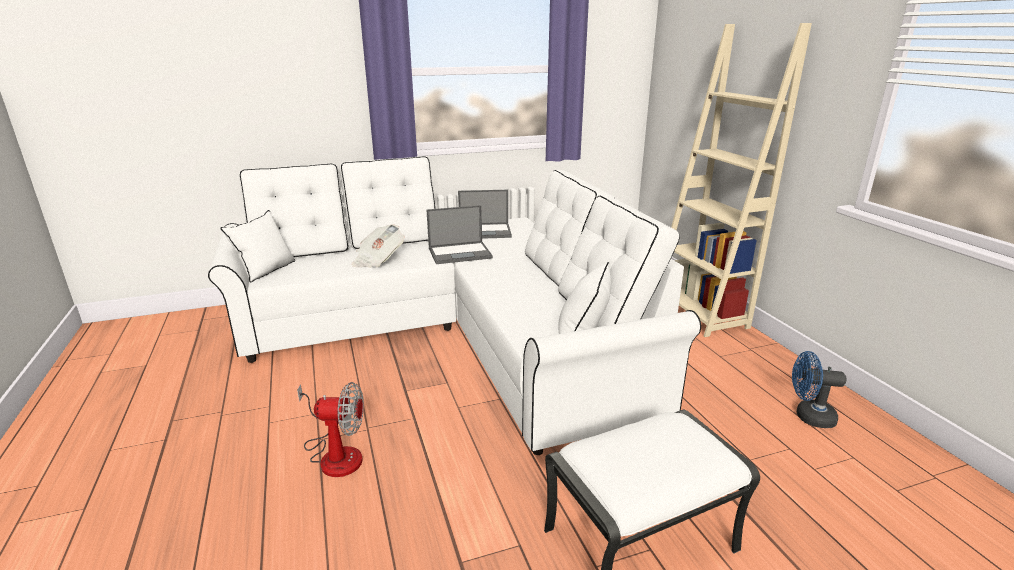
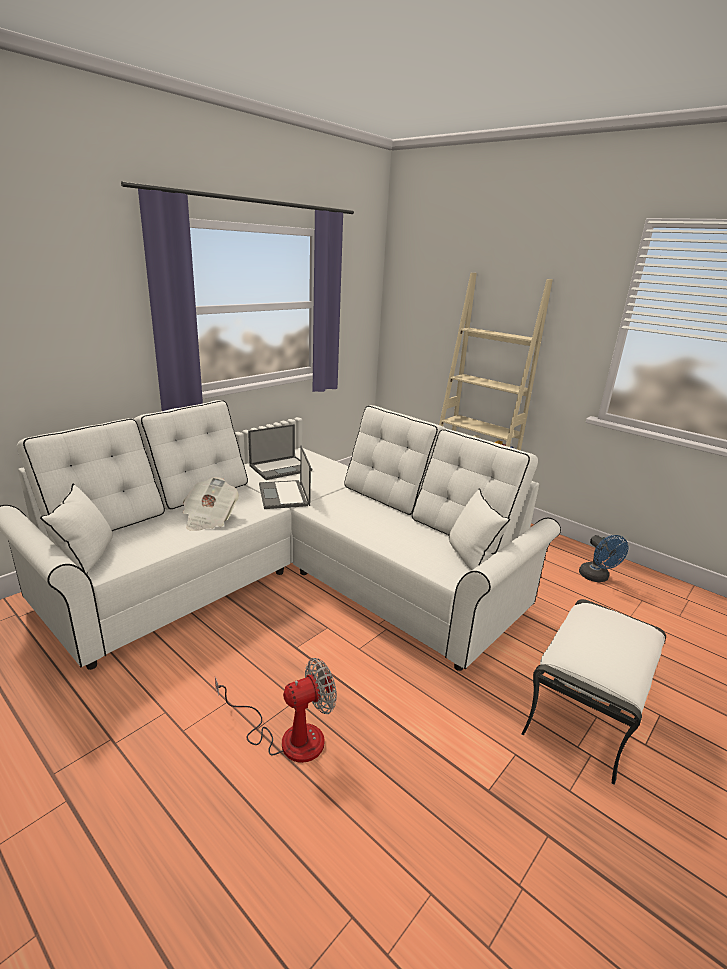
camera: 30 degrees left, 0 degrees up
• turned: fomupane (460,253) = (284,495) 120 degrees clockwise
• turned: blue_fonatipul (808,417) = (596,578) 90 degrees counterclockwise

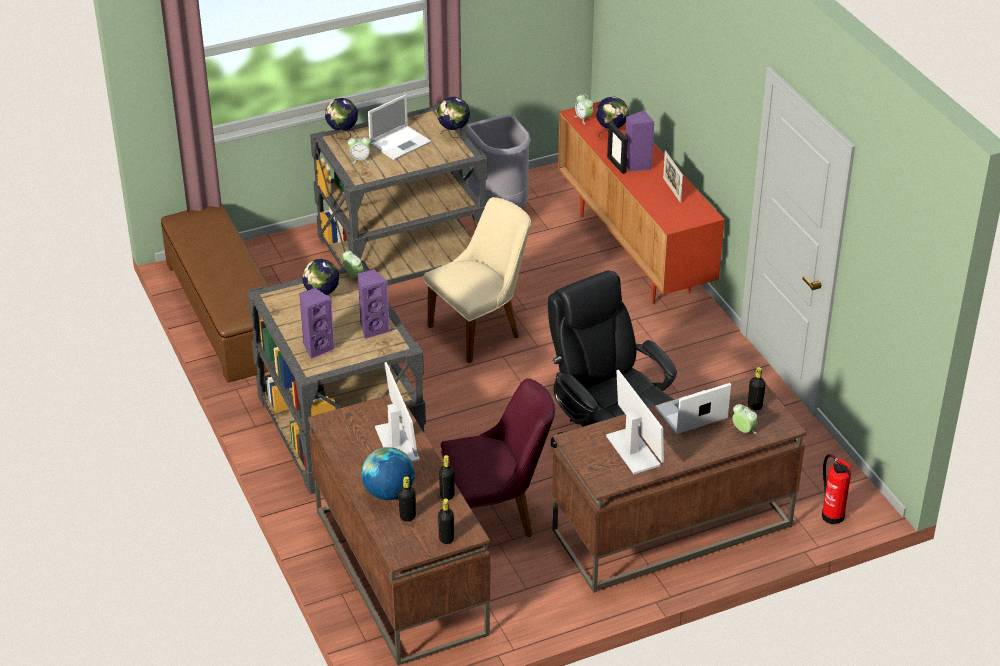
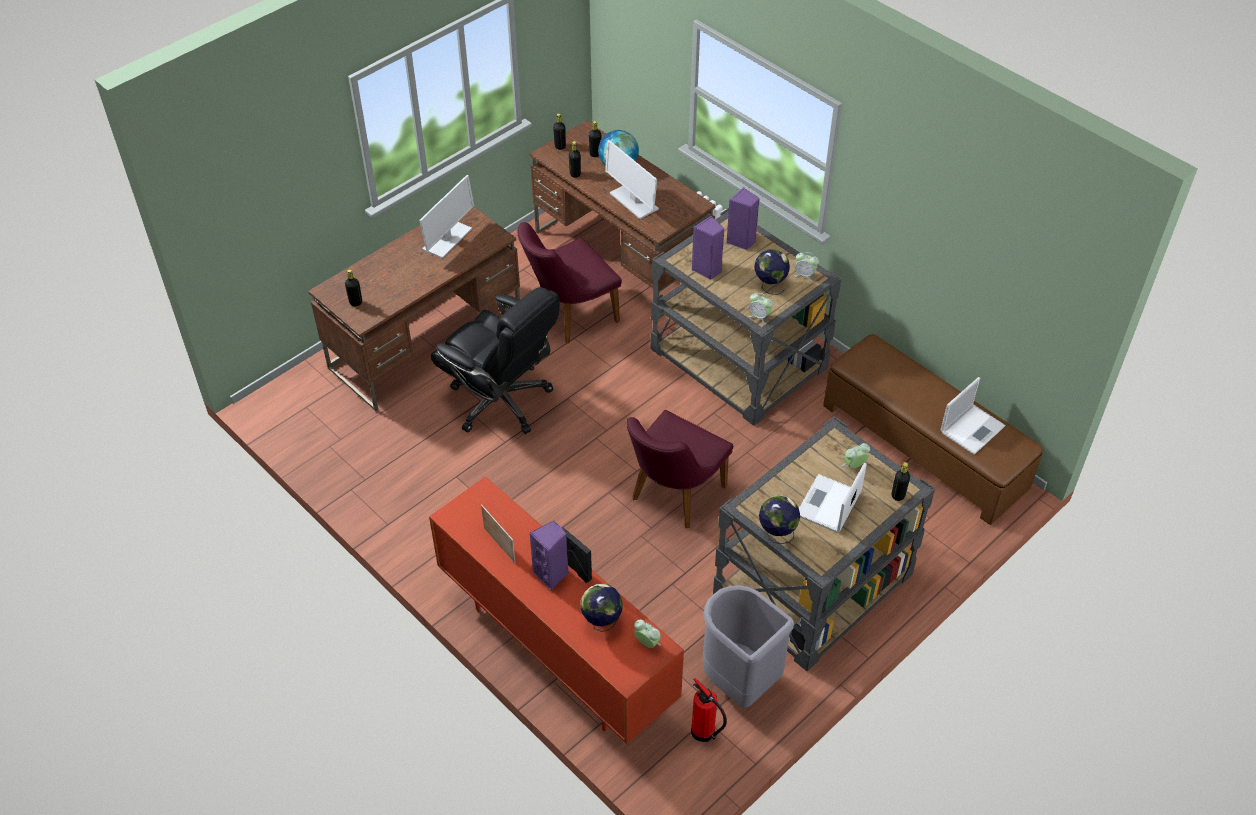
camera: 160 degrees right, 10 degrees up
• replaced: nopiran (342,136) to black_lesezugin (898,495)
• recoloured: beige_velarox (481,329) to purple_velarox (672,497)
• turned: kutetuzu (633,451) = (447,240) 105 degrees counterclockwise
• moved: fomupane (690,414) to (972,428)
• moved: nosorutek (743,431) to (805,275)
• moved: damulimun (831,514) to (704,733)

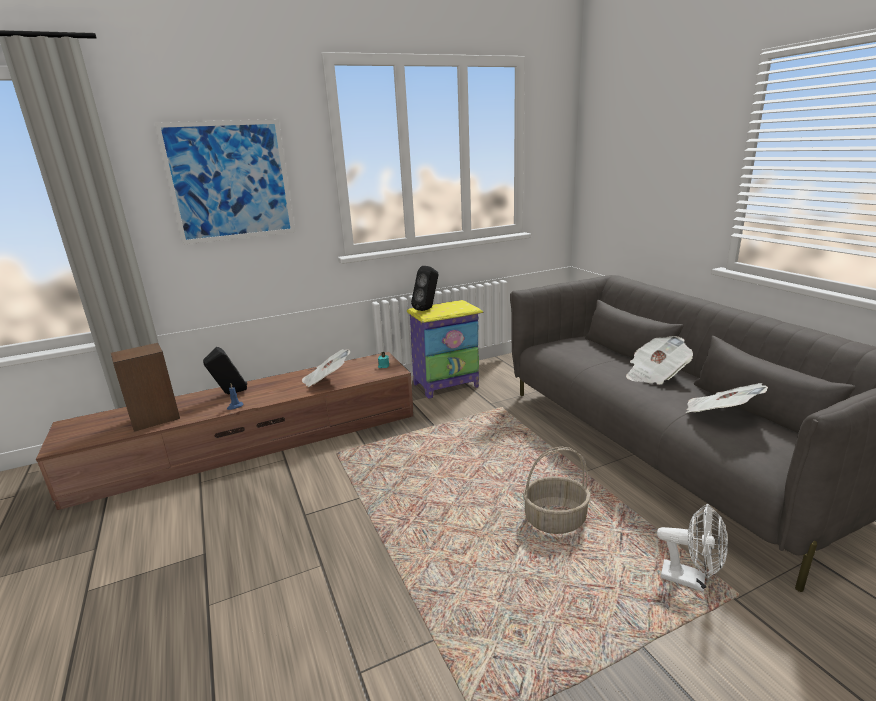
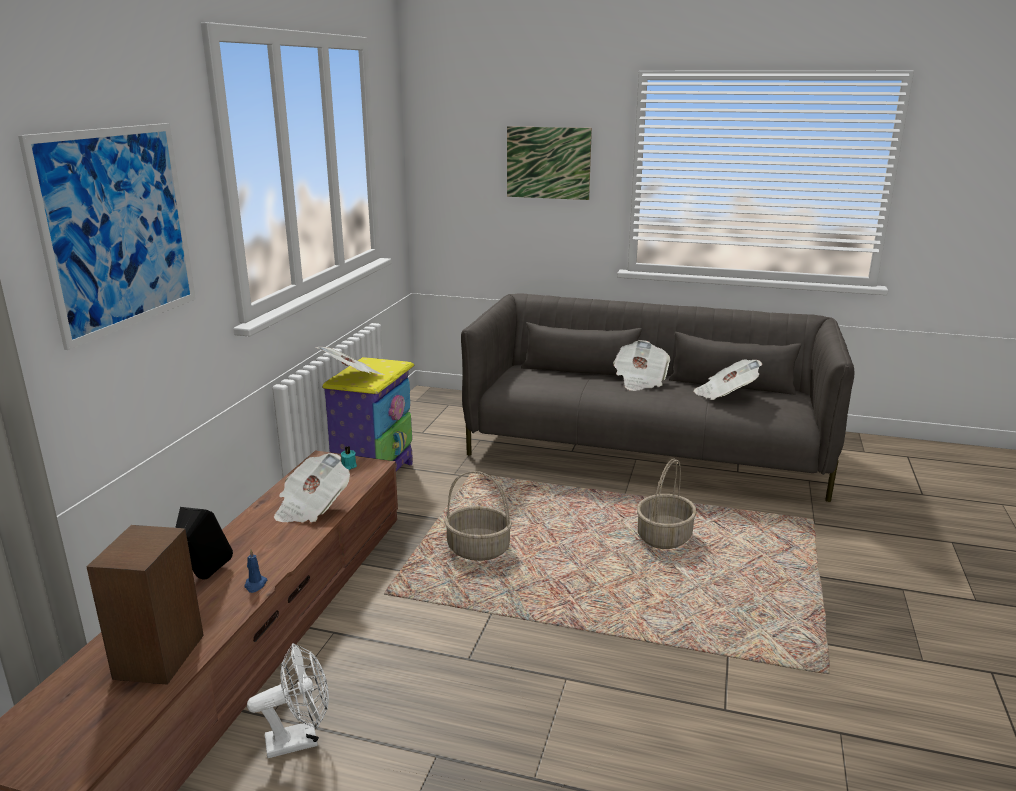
camera: 50 degrees left, 0 degrees up
• replaced: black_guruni (427,309) to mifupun (351,377)
• moved: white_fonatipul (690,580) to (300,740)
• added: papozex (548,163)
• added: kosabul (477,549)

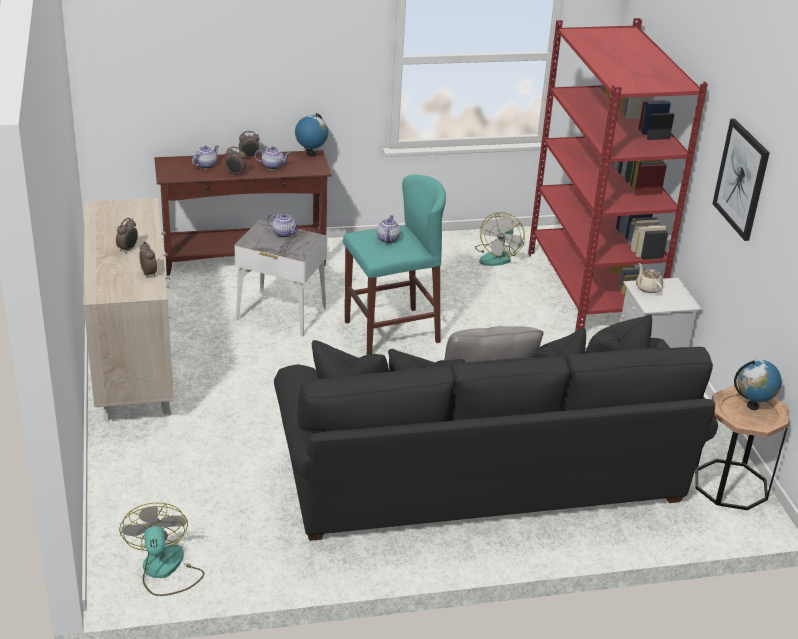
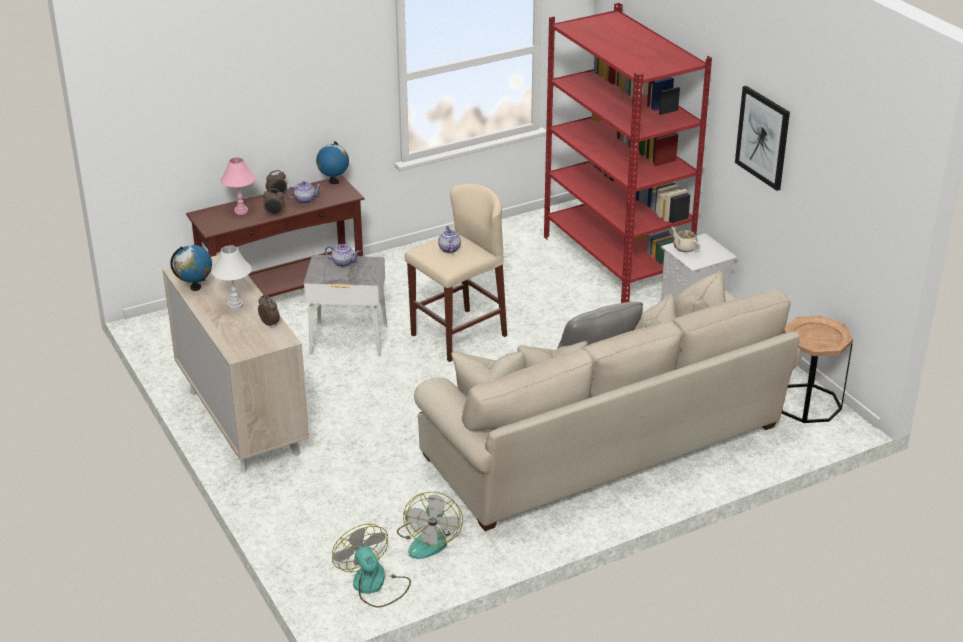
camera: 15 degrees left, 0 degrees up
• replaced: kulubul (206,165) to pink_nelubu (241,211)
• recoloured: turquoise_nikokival (391,332) to beige_nikokival (458,335)
• moved: fonatipul (497,256) to (429,539)
• replaced: nosorutek (128,249) to white_nelubu (235,306)
• recoloured: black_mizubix (483,479) to beige_mizubix (604,445)
• moved: nopiran (752,406) to (195,287)

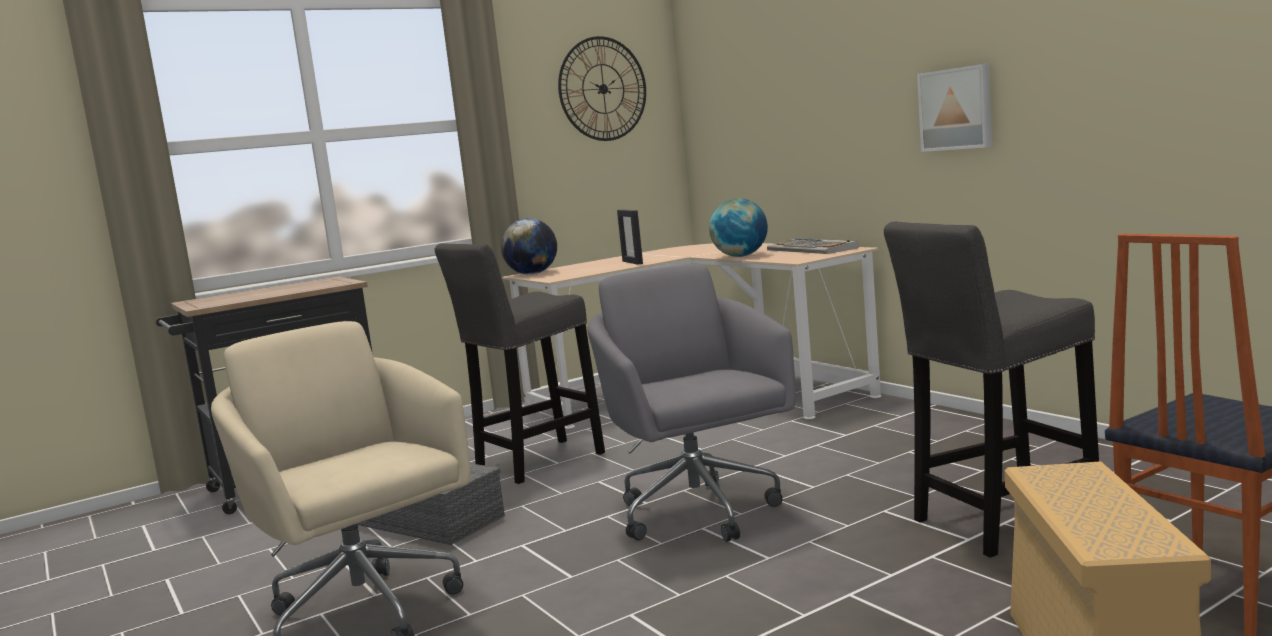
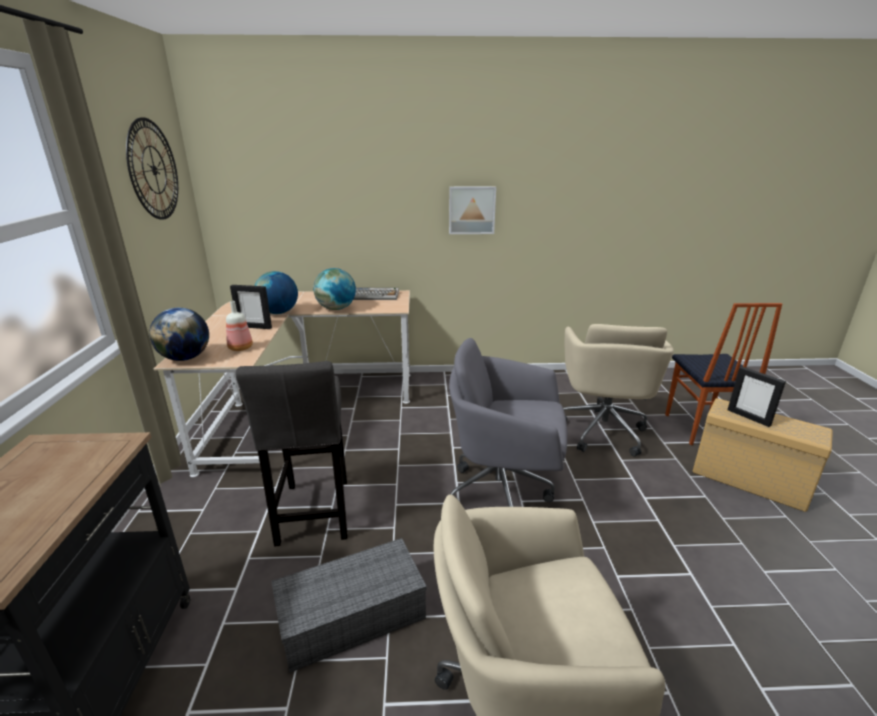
camera: 60 degrees left, 15 degrees up
• replaced: grey_nikokival (998,523) to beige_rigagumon (601,430)
• added: nopiran (278,313)
• added: lesezugin (240,348)
• added: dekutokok (749,417)

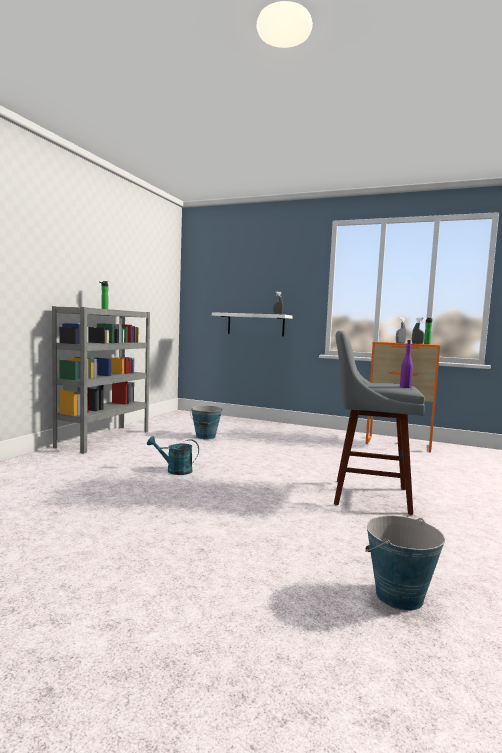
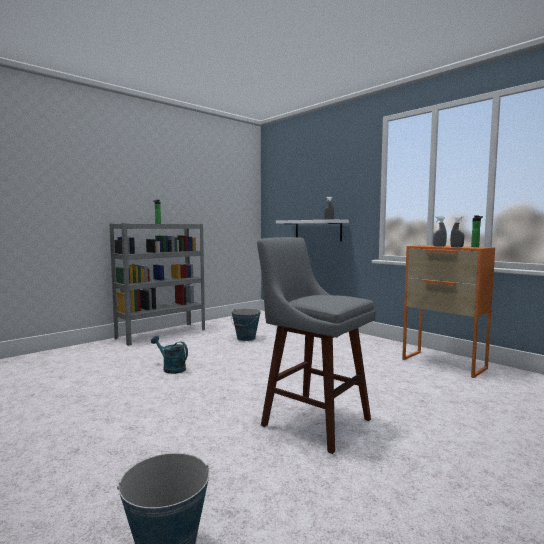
camera: 25 degrees right, 0 degrees up
• removed: purple_lesezugin (405,387)

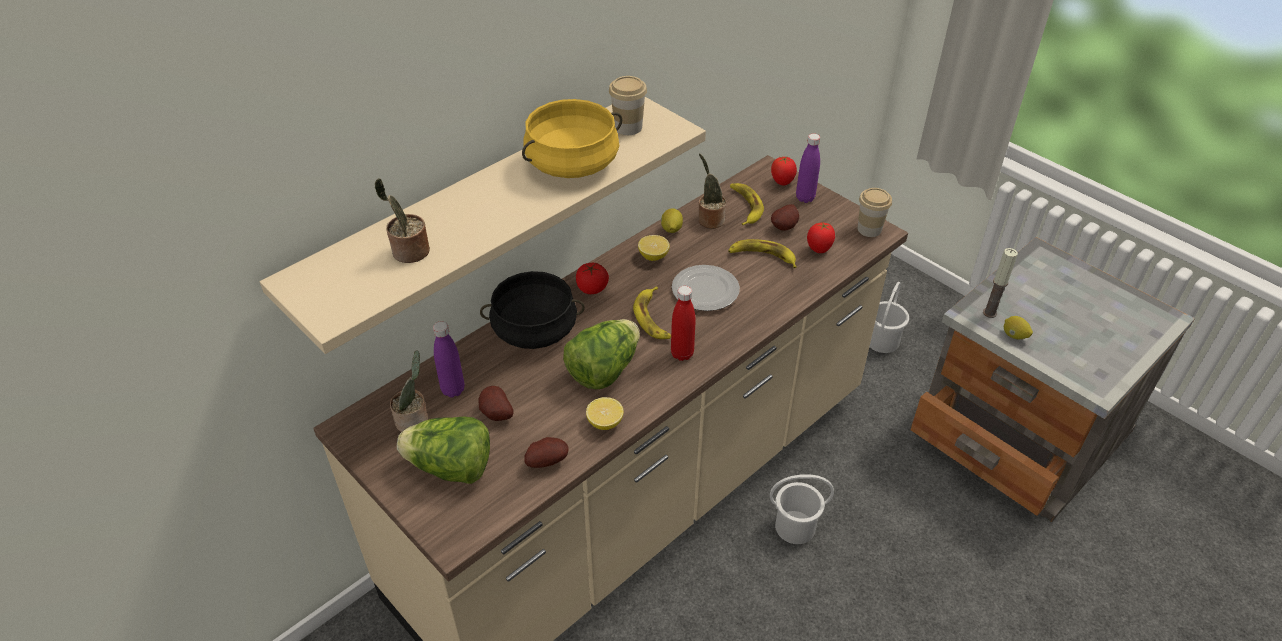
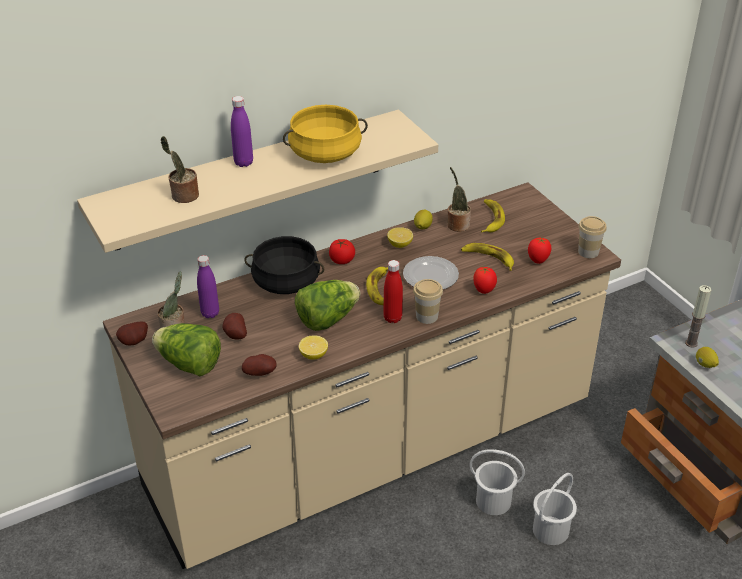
camera: 15 degrees right, 5 degrees down
• moved: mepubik (628,127) to (427,316)
• moved: purple_lesezugin (805,198) to (243,163)
• moved: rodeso (782,182) to (484,290)
• moved: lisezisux (785,227) to (135,342)
• moved: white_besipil (883,341) to (551,530)

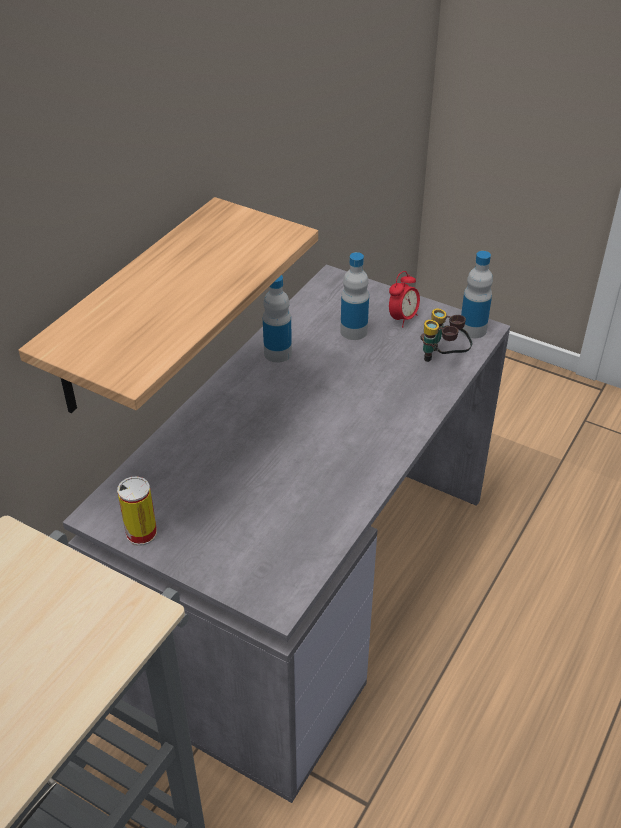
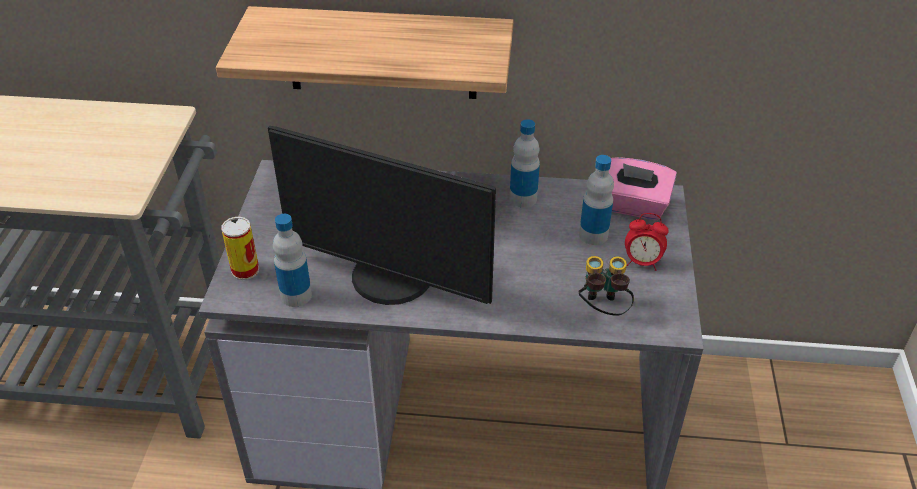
camera: 65 degrees right, 0 degrees up
• moved: lesezugin (472,330) to (296,295)
• moved: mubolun (141,533) to (245,270)
• added: kutetuzu (390,279)
• added: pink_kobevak (632,206)

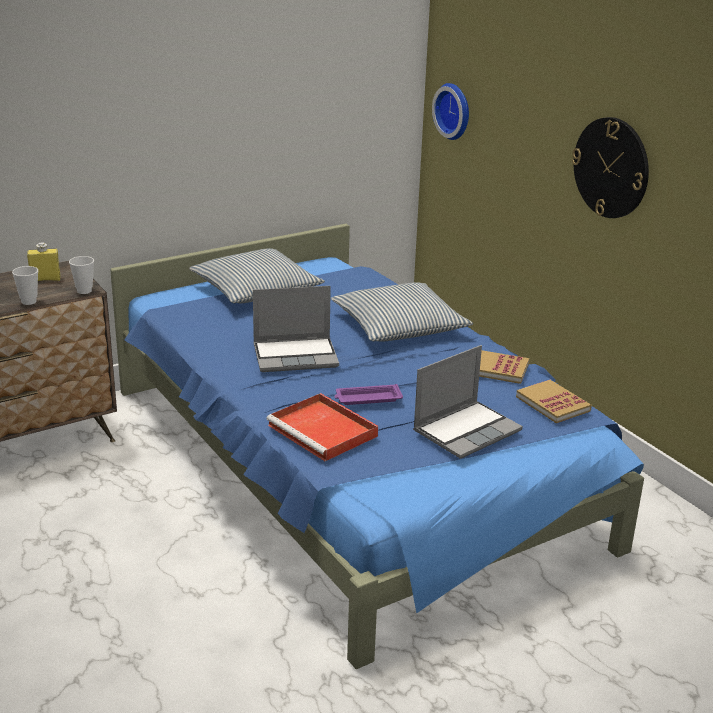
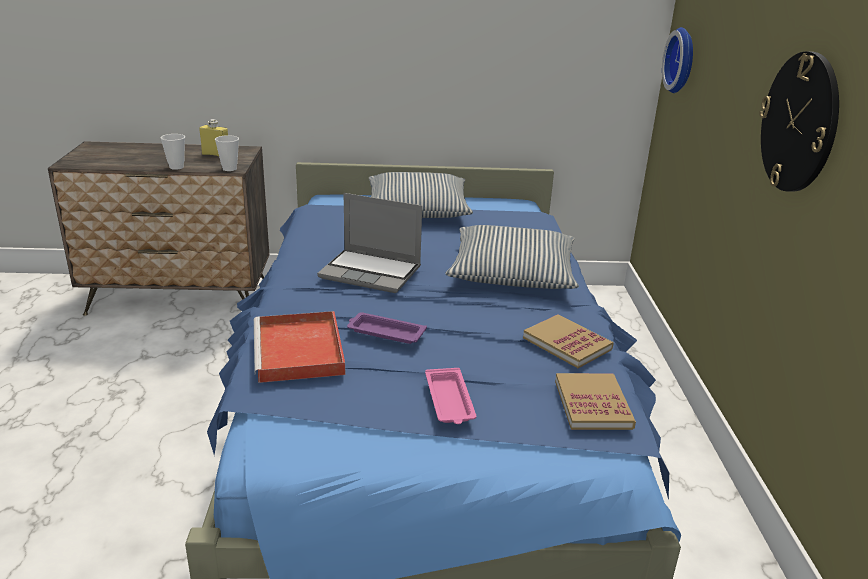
camera: 30 degrees right, 0 degrees up
• replaced: fomupane (467,430) to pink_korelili (449,401)

